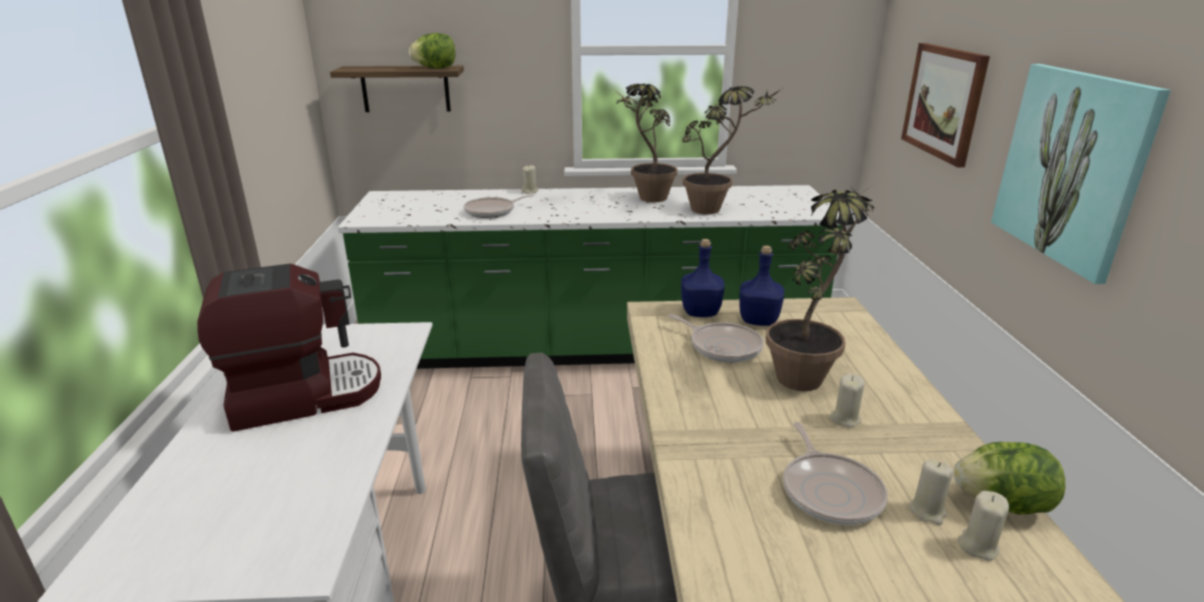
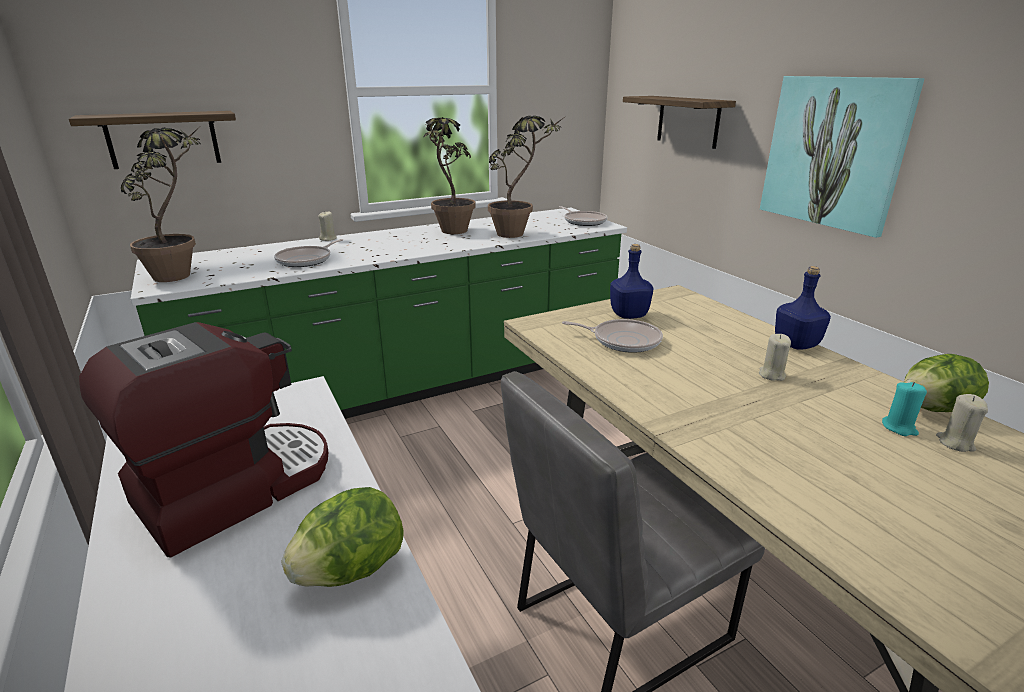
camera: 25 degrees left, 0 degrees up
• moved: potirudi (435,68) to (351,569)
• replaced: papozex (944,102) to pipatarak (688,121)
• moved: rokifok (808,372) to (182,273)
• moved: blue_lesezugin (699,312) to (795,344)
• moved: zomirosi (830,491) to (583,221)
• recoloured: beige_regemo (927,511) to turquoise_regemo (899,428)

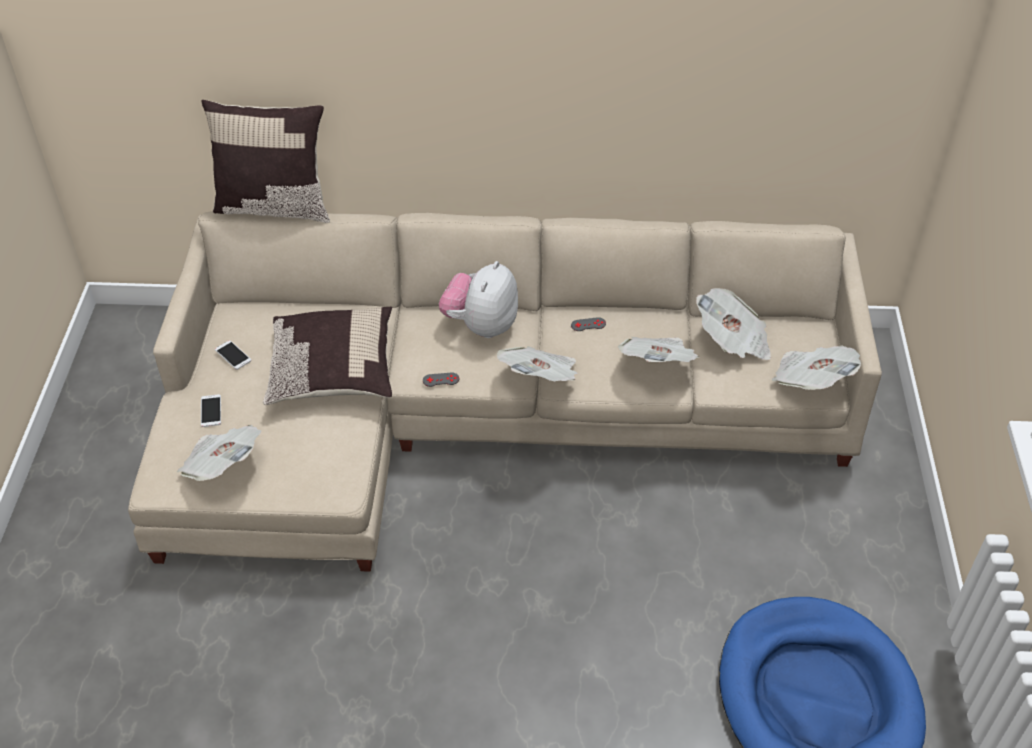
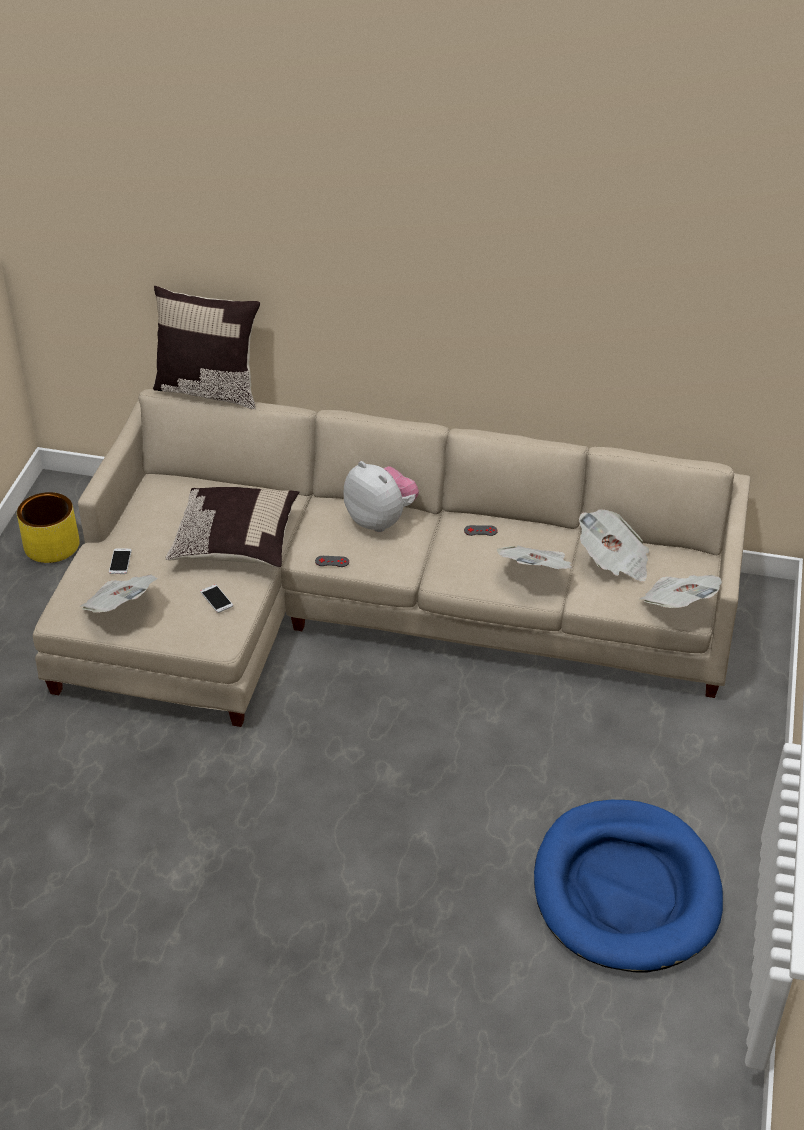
camera: 10 degrees right, 5 degrees down
• turned: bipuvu (481,325) = (381,520) 105 degrees clockwise
• moved: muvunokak (233,355) to (216,599)
• removed: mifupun (541,378)
• added: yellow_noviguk (52,546)

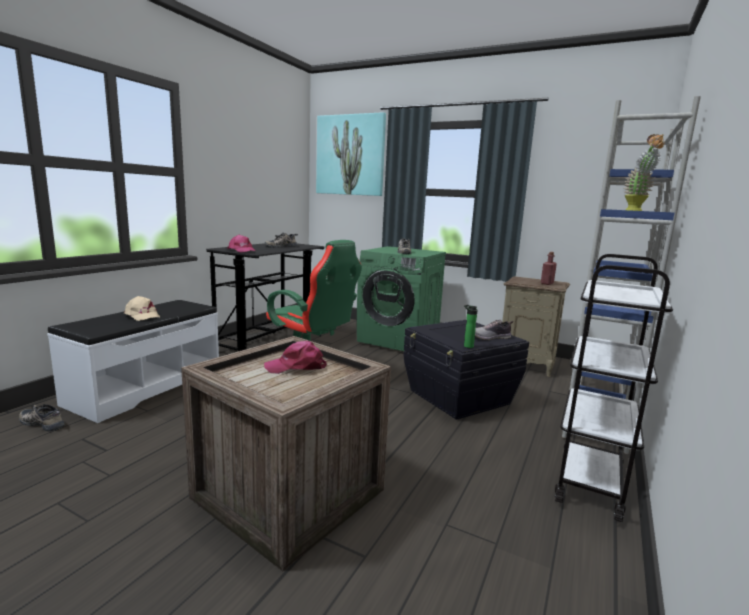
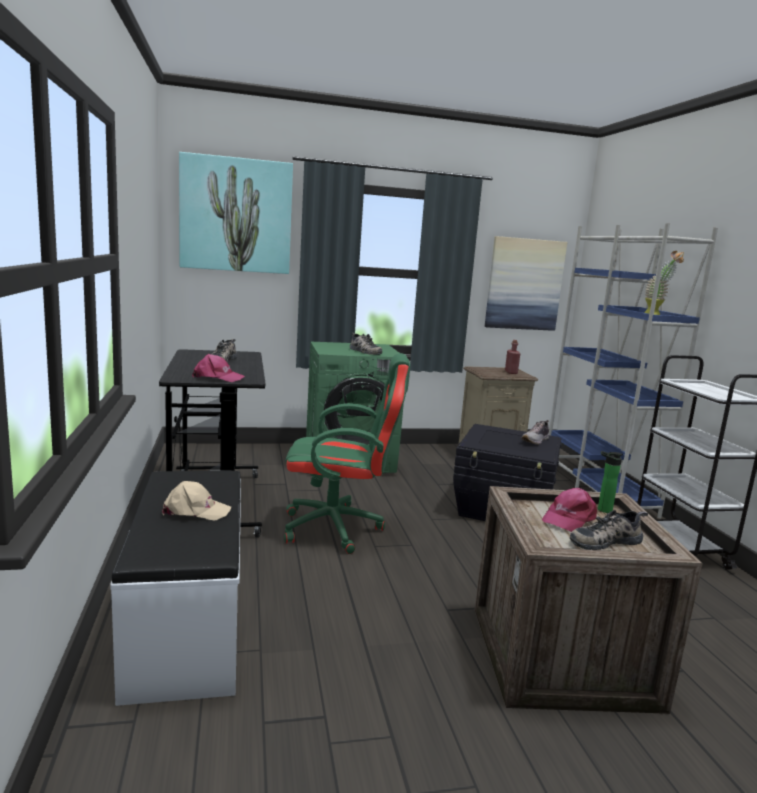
camera: 40 degrees left, 0 degrees up
• moved: lesezugin (467,346) to (602,509)
• moved: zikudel (44,423) to (605,540)
• added: papozex (524,284)

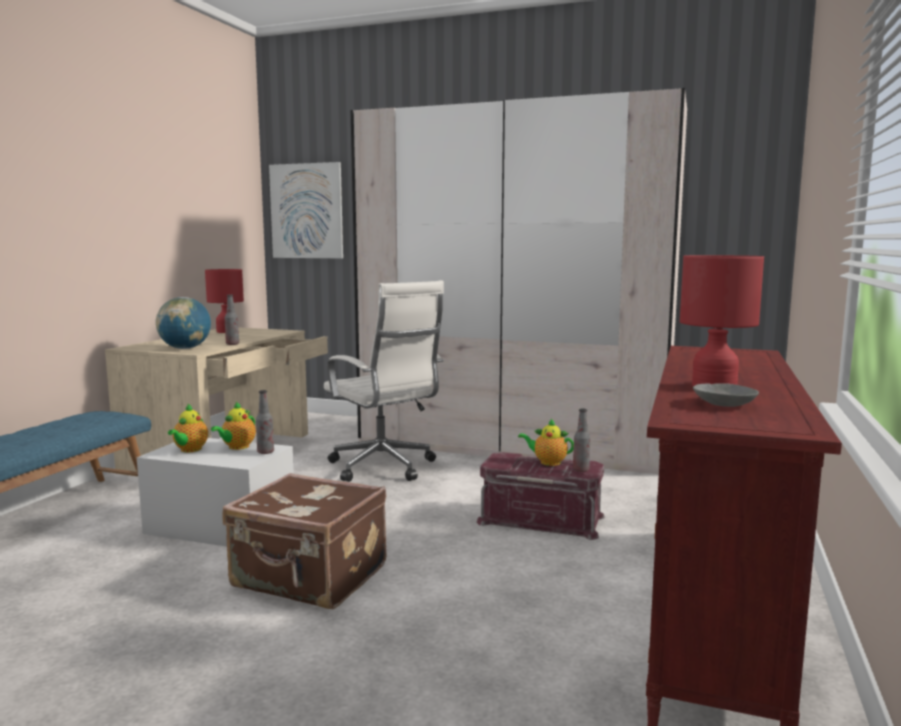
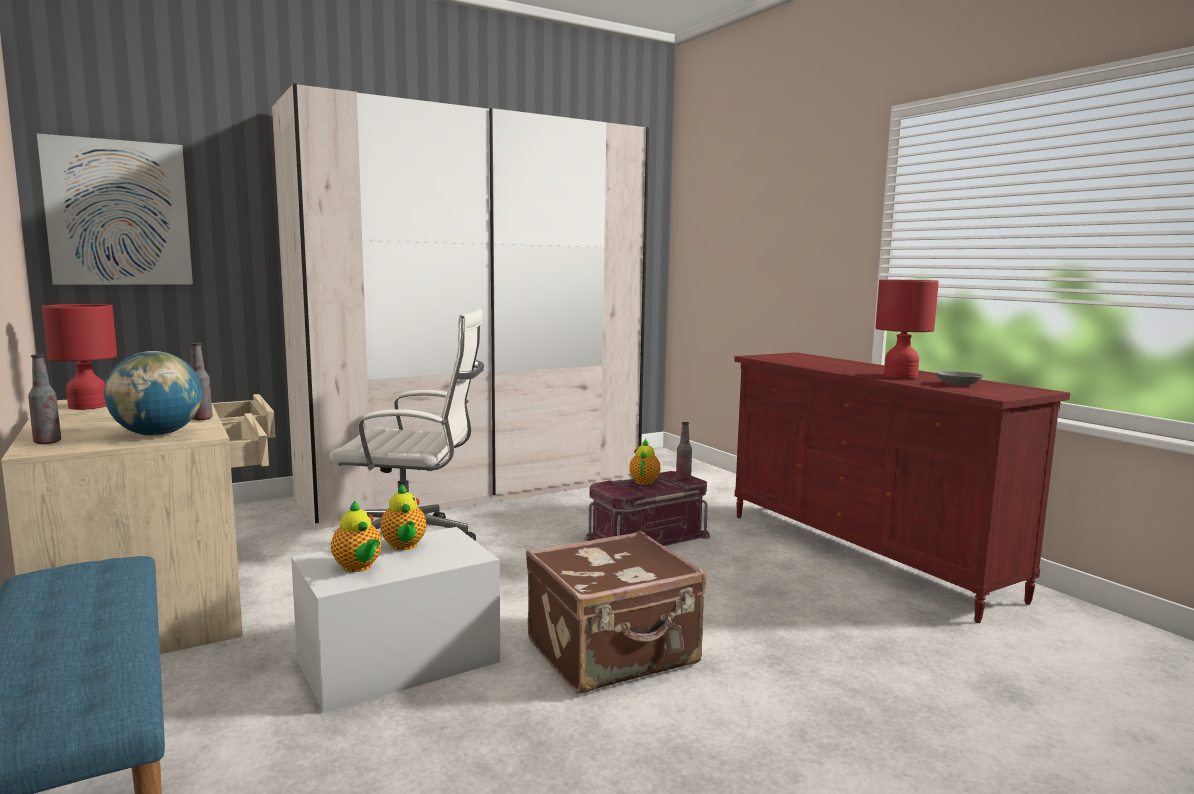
camera: 50 degrees left, 0 degrees up
• moved: lesezugin (265,452) to (47,442)
• turned: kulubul (547,462) = (645,481) 135 degrees clockwise

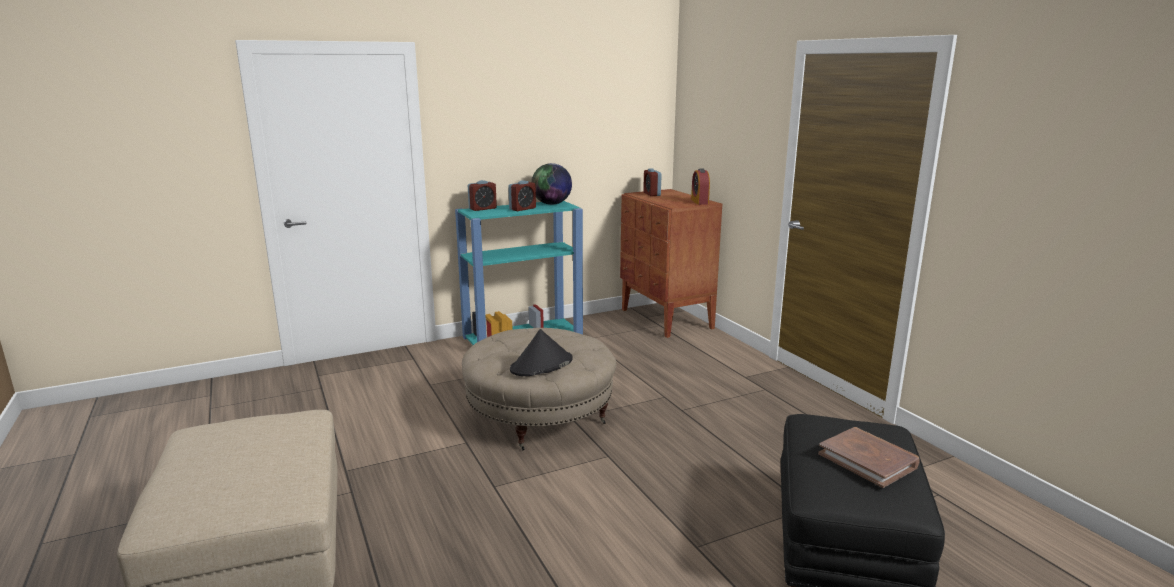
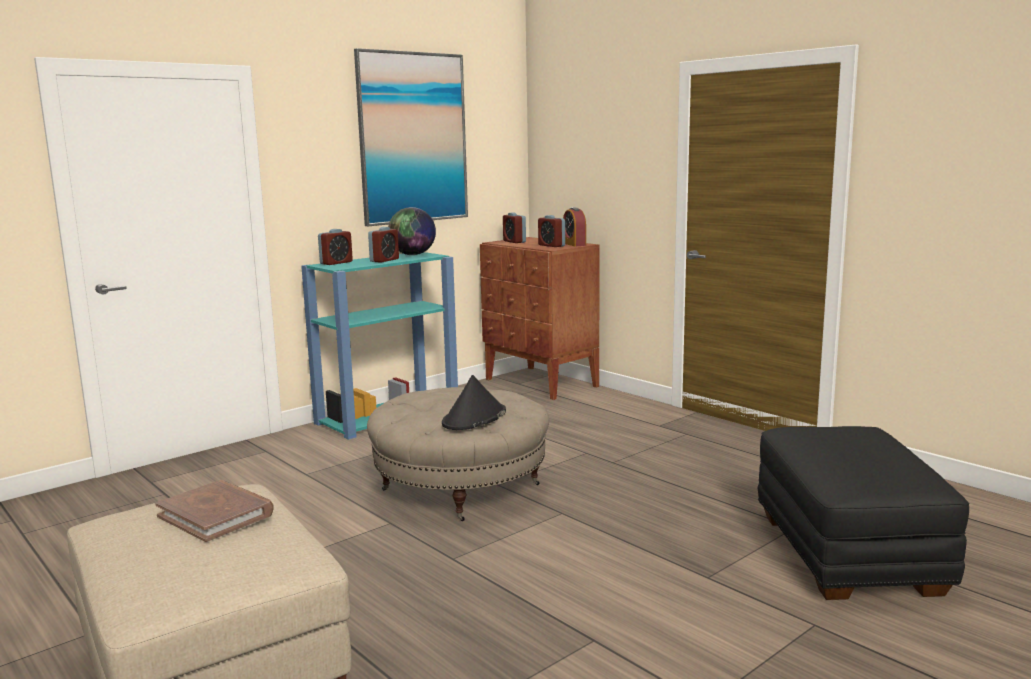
camera: 15 degrees left, 5 degrees down
• moved: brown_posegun (868,460) to (216,515)
• added: papozex (413,138)
• added: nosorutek (551,245)

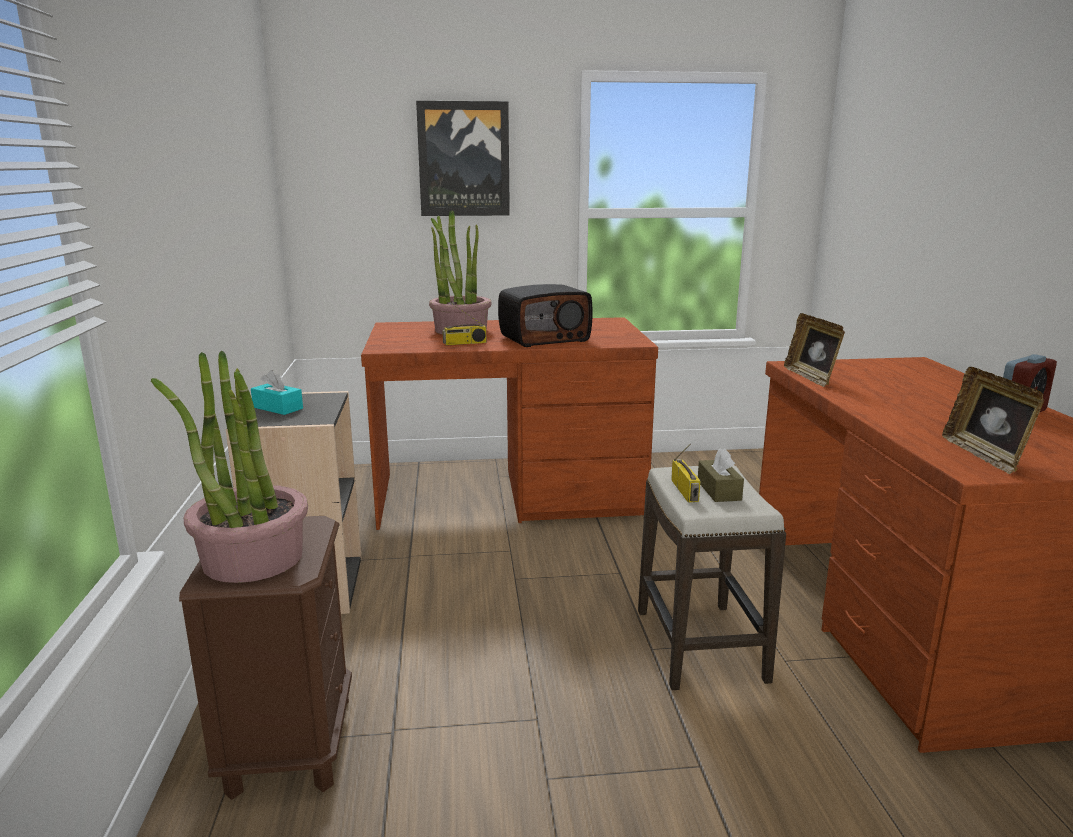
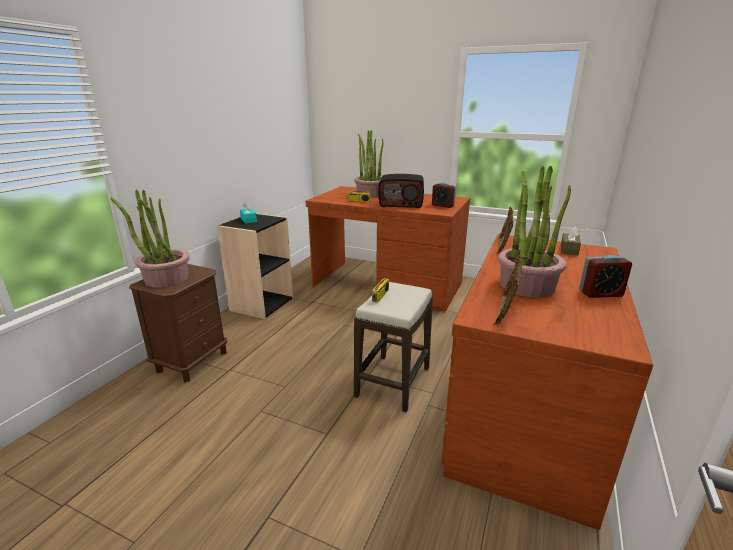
camera: 30 degrees right, 5 degrees up
• removed: papozex (464,159)
• moved: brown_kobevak (719,490) to (569,250)
• added: rokifok (527,285)
• added: nosorutek (442,205)

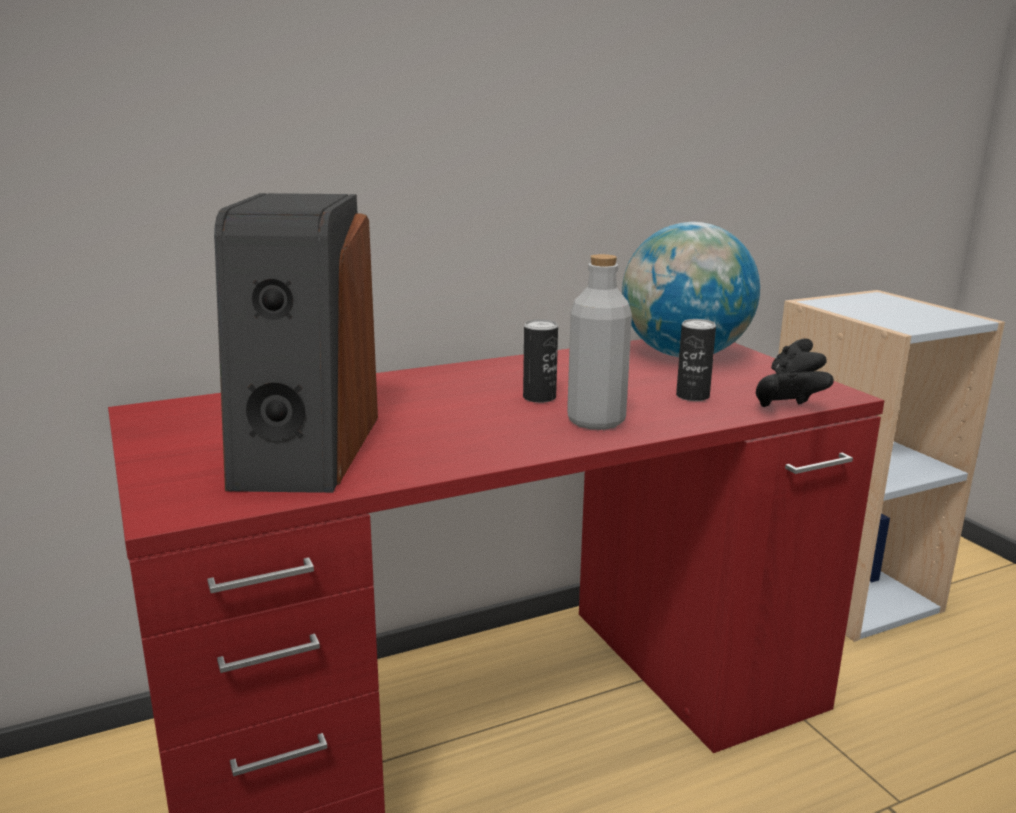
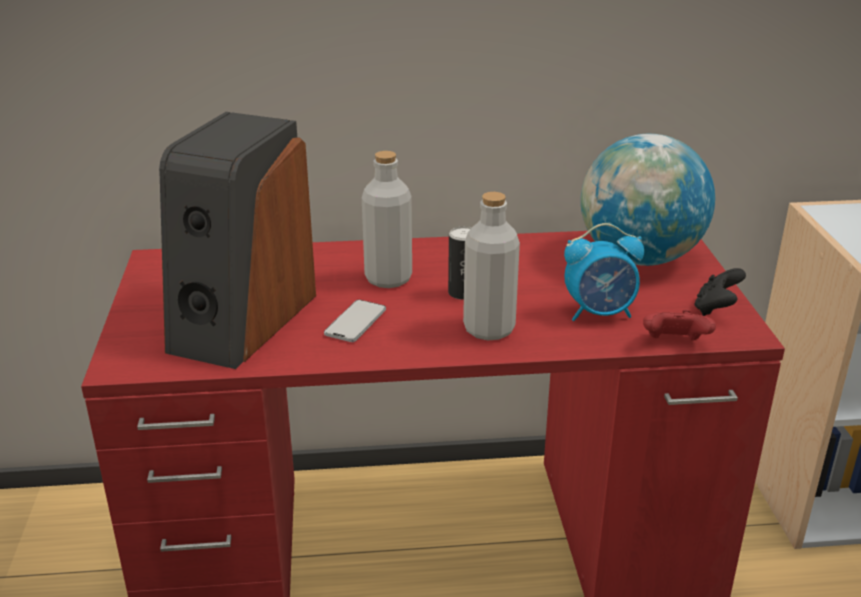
camera: 20 degrees right, 10 degrees up
• replaced: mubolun (692,396) to nosorutek (600,313)
• recoloured: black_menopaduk (786,409) to red_menopaduk (674,344)
• added: grey_lesezugin (388,278)
• added: muvunokak (355,322)

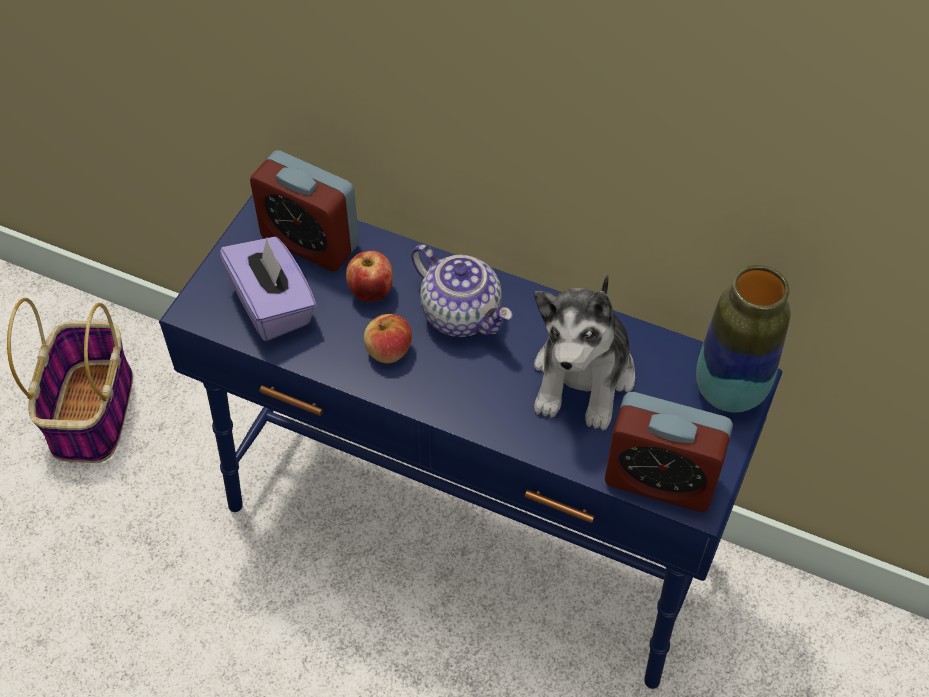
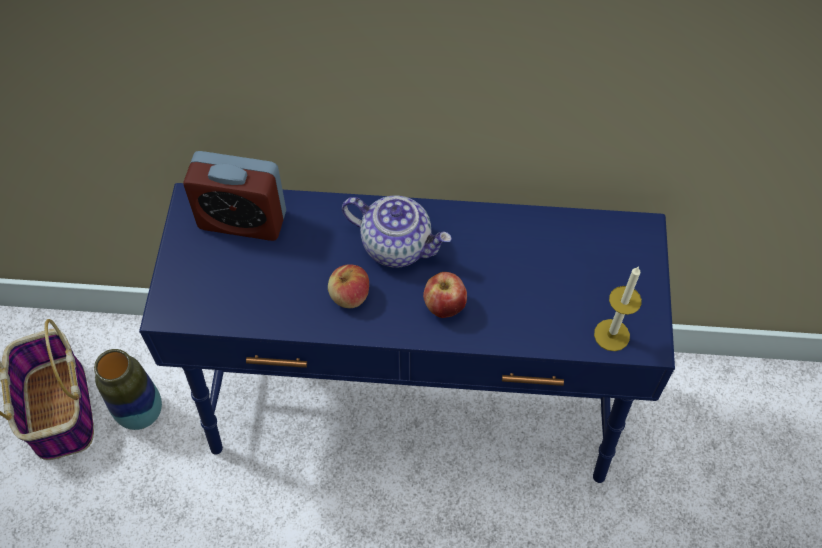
camera: 20 degrees left, 5 degrees up
• removed: purple_kobevak (273,305)
• moved: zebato (371,292) to (444,306)
• moved: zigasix (729,391) to (141,412)
• removed: bipuvu (583,377)
• replaced: nosorutek (660,479) to regemo (611,335)

